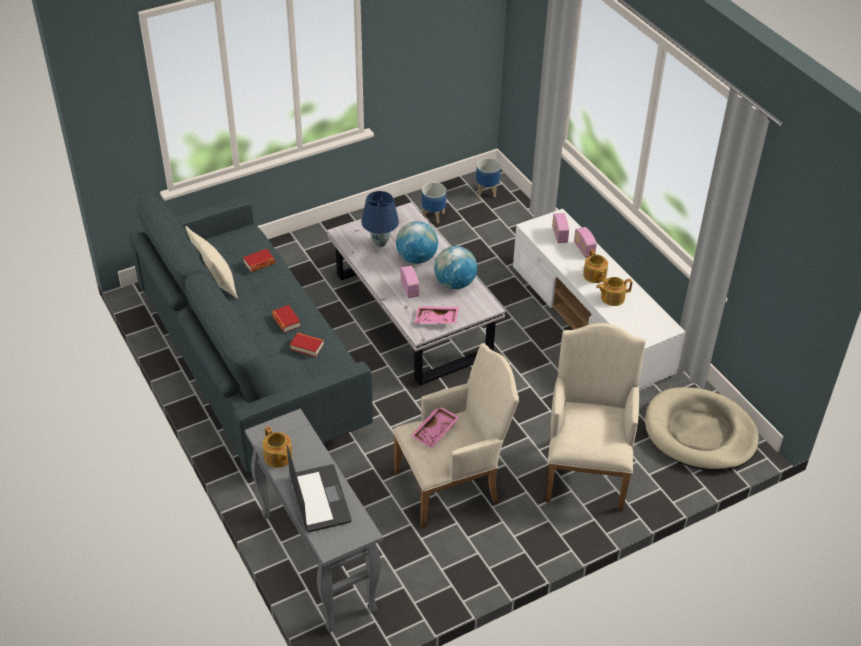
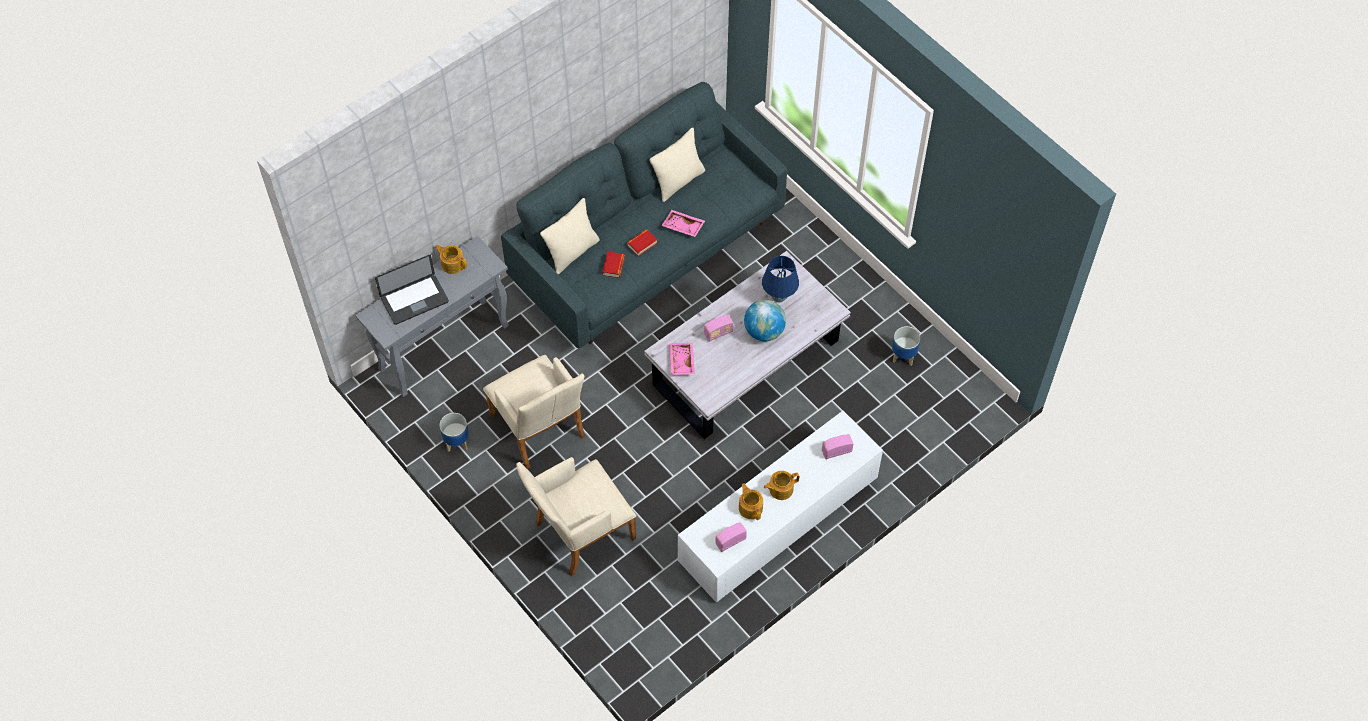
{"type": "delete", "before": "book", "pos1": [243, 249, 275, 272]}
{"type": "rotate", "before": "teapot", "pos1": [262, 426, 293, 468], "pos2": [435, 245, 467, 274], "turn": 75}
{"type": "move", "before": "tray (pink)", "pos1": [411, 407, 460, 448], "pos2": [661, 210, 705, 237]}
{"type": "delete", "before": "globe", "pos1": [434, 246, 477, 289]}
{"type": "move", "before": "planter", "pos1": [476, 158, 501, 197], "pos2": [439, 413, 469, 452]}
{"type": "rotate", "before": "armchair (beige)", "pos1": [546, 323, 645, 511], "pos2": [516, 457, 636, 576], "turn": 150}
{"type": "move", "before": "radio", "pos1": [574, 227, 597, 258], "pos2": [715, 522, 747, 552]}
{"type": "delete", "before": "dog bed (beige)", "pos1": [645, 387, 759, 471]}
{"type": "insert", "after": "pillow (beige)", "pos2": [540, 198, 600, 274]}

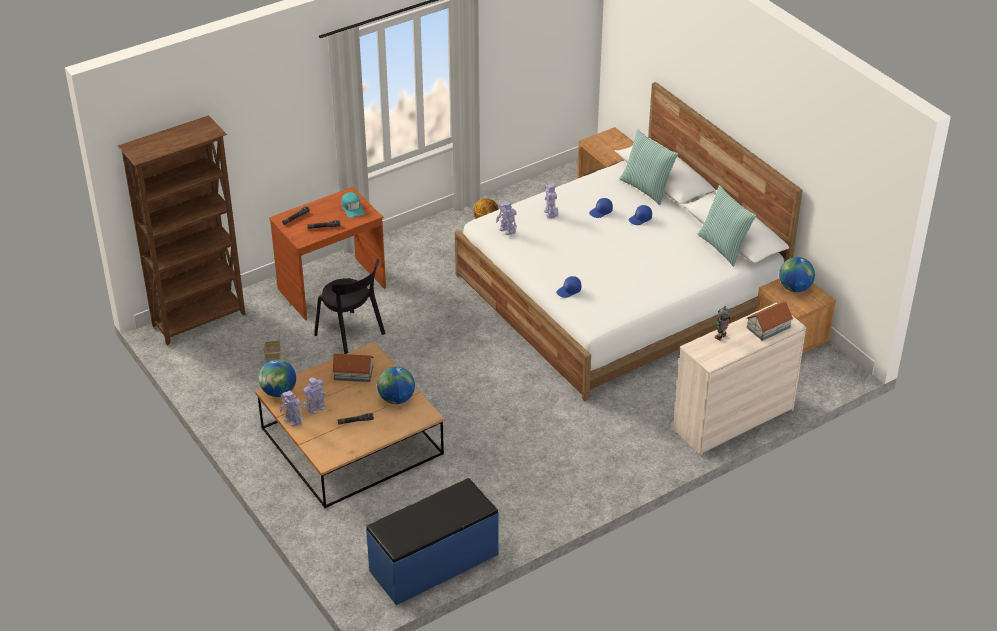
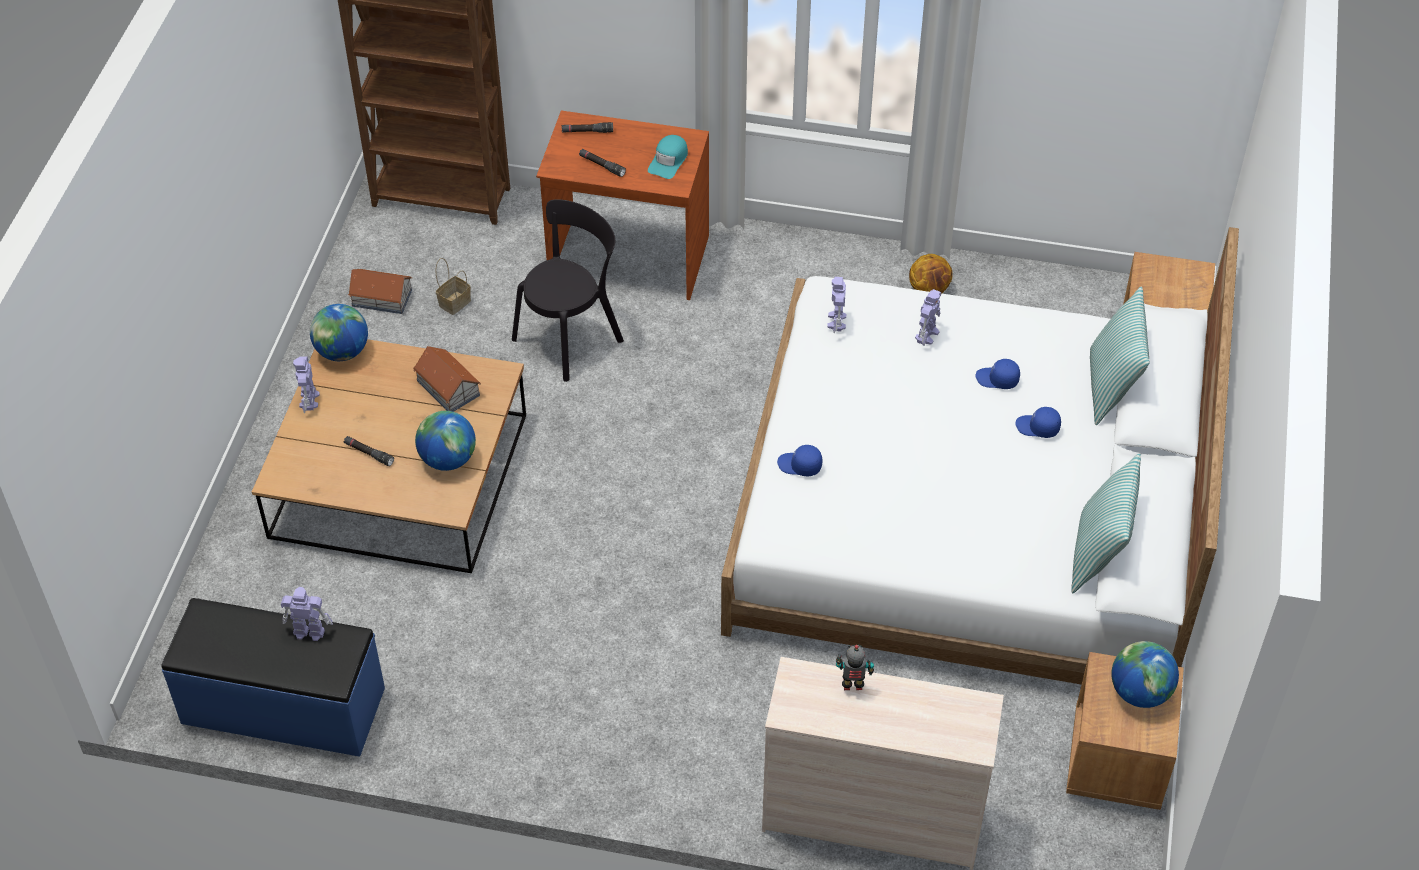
{"type": "move", "before": "toy robot", "pos1": [302, 378, 326, 414], "pos2": [281, 587, 333, 641]}
{"type": "rotate", "before": "chair (black)", "pos1": [314, 258, 385, 354], "pos2": [512, 199, 624, 382], "turn": -135}
{"type": "move", "before": "toy house", "pos1": [746, 302, 793, 341], "pos2": [348, 269, 412, 314]}

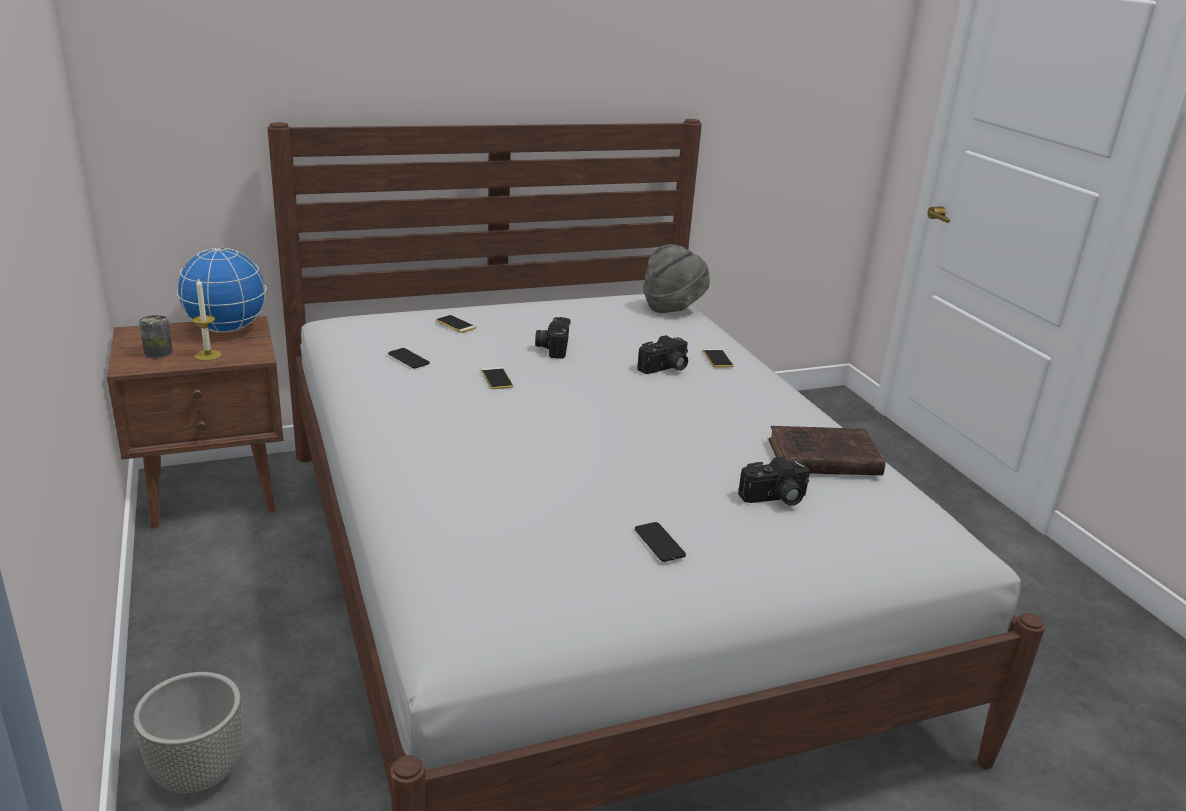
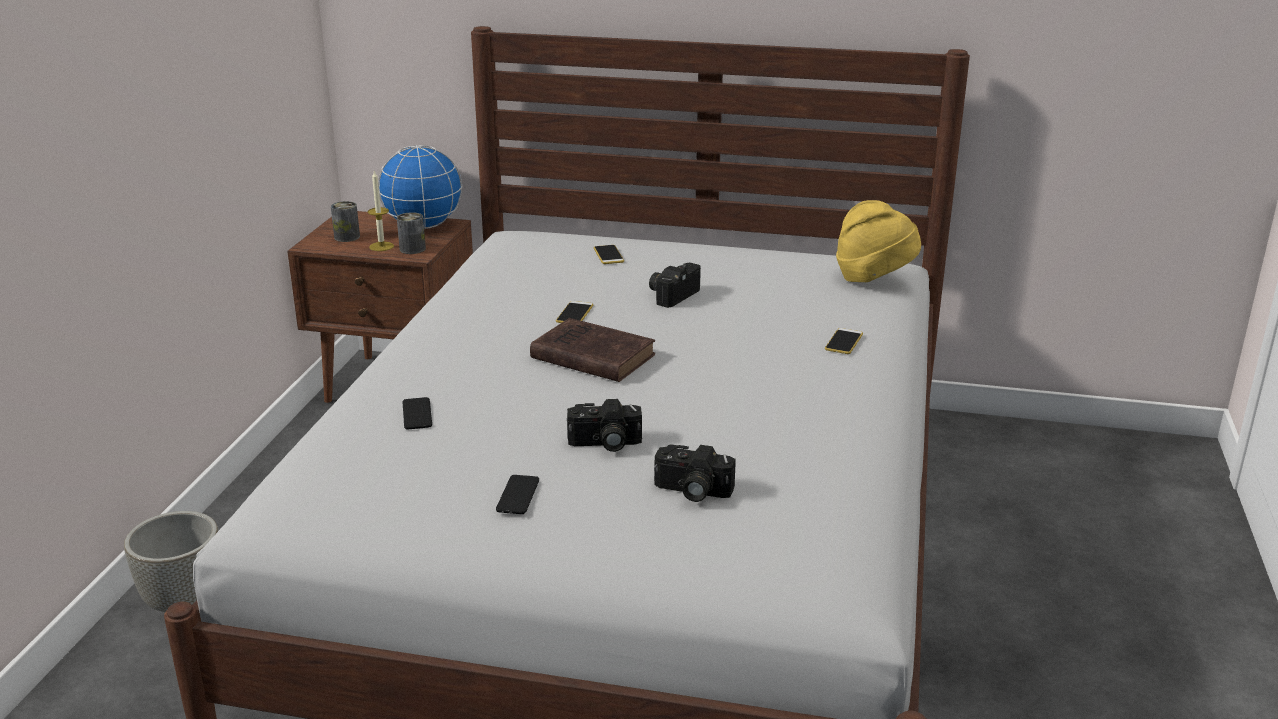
{"type": "move", "before": "phone", "pos1": [388, 348, 430, 369], "pos2": [403, 397, 432, 429]}
{"type": "move", "before": "photo camera", "pos1": [637, 335, 688, 374], "pos2": [567, 399, 642, 452]}
{"type": "recolor", "before": "hat (grey)", "after": "hat (yellow)", "pos1": [643, 244, 710, 313], "pos2": [836, 200, 921, 282]}
{"type": "move", "before": "book (brown)", "pos1": [769, 426, 885, 475], "pos2": [530, 318, 655, 382]}
{"type": "insert", "after": "can", "pos2": [397, 212, 426, 254]}

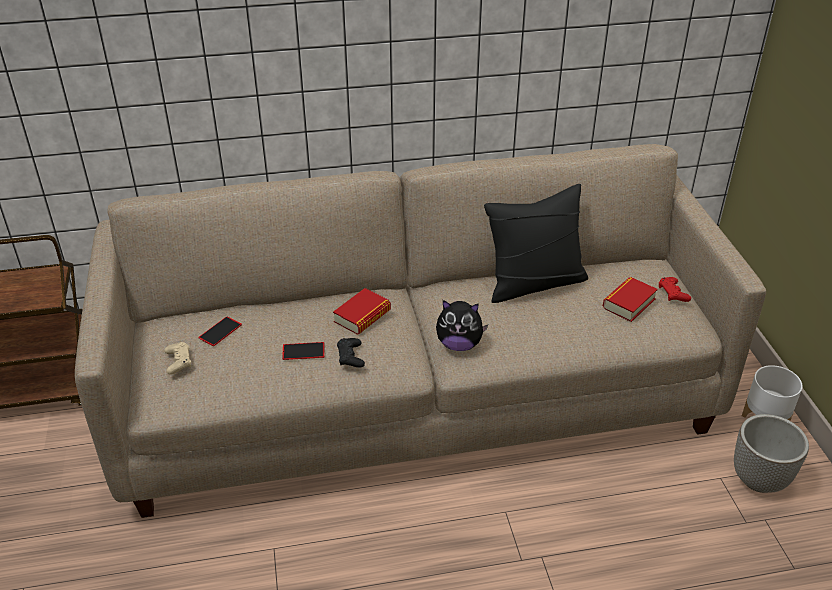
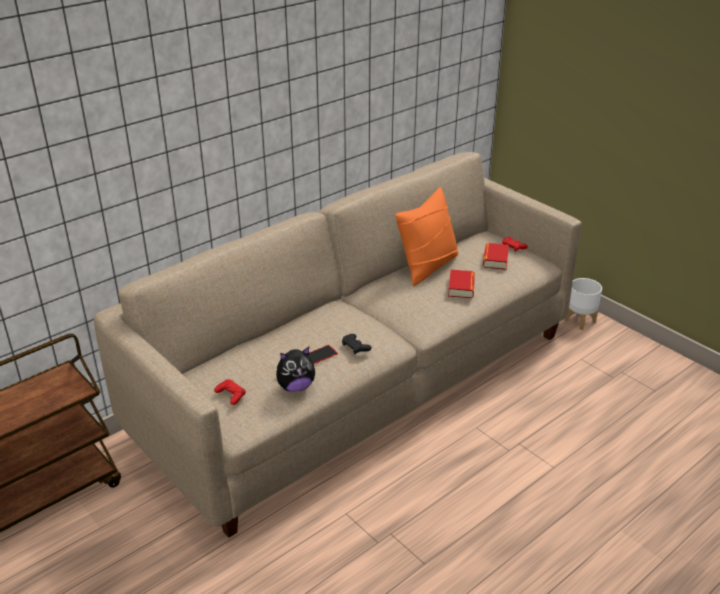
{"type": "recolor", "before": "game controller (beige)", "after": "game controller (red)", "pos1": [164, 342, 191, 375], "pos2": [214, 379, 246, 405]}
{"type": "delete", "before": "phone", "pos1": [198, 316, 242, 346]}
{"type": "move", "before": "book", "pos1": [333, 288, 391, 335], "pos2": [448, 270, 475, 298]}
{"type": "move", "before": "plush toy", "pos1": [436, 300, 488, 351], "pos2": [276, 347, 315, 392]}
{"type": "recolor", "before": "pillow (black)", "after": "pillow (orange)", "pos1": [484, 184, 588, 303], "pos2": [395, 187, 458, 286]}
{"type": "delete", "before": "planter", "pos1": [734, 414, 809, 493]}

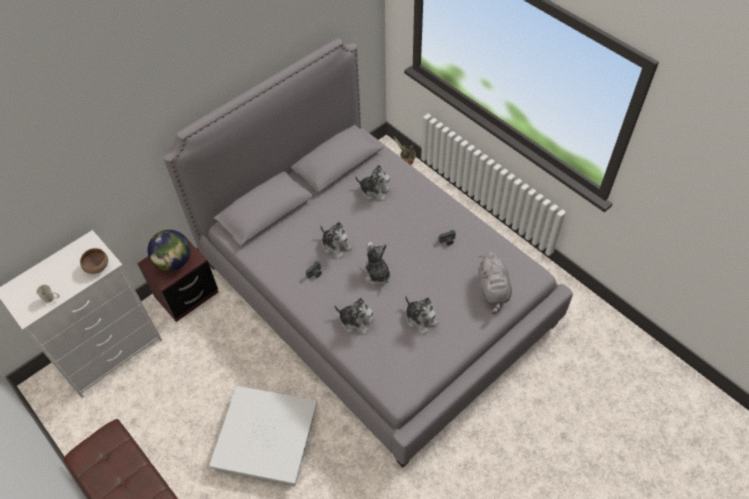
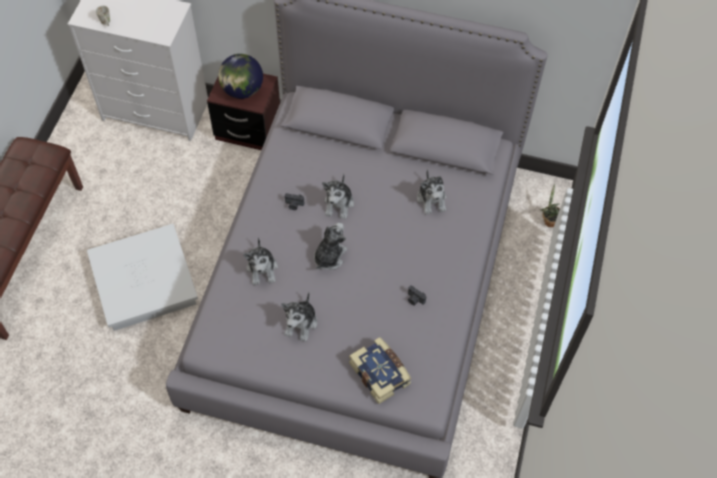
{"type": "delete", "before": "bowl (brown)", "pos1": [80, 248, 108, 274]}
{"type": "replace", "before": "plush toy (grey)", "after": "book", "pos1": [479, 252, 512, 314], "pos2": [349, 337, 411, 404]}

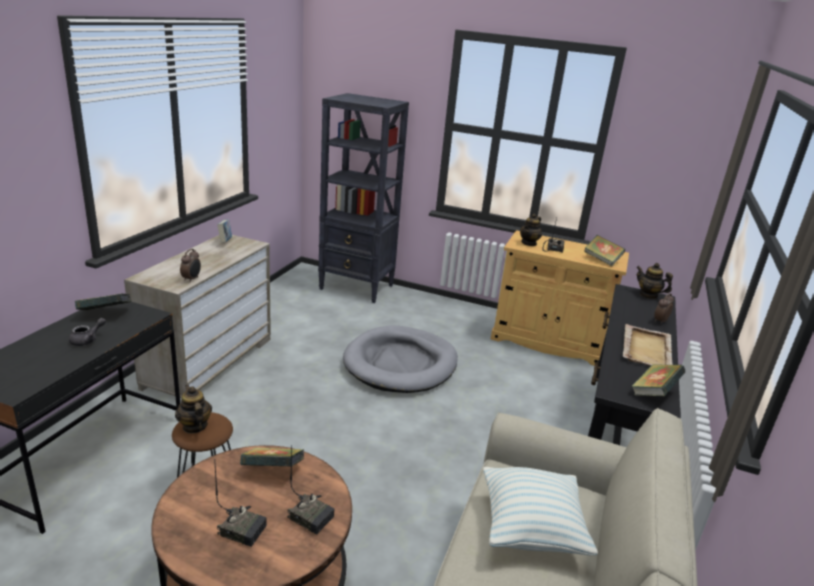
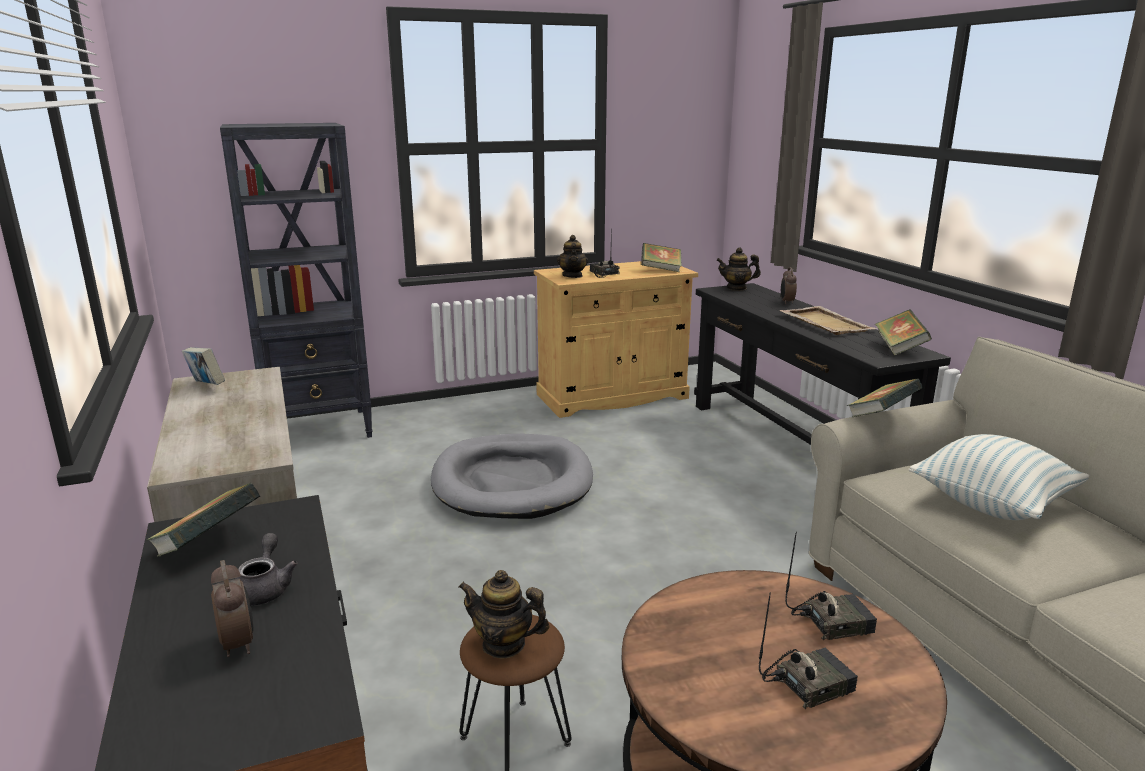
{"type": "move", "before": "alarm clock", "pos1": [180, 249, 201, 281], "pos2": [211, 560, 254, 657]}
{"type": "move", "before": "book", "pos1": [240, 447, 304, 466], "pos2": [847, 378, 923, 417]}

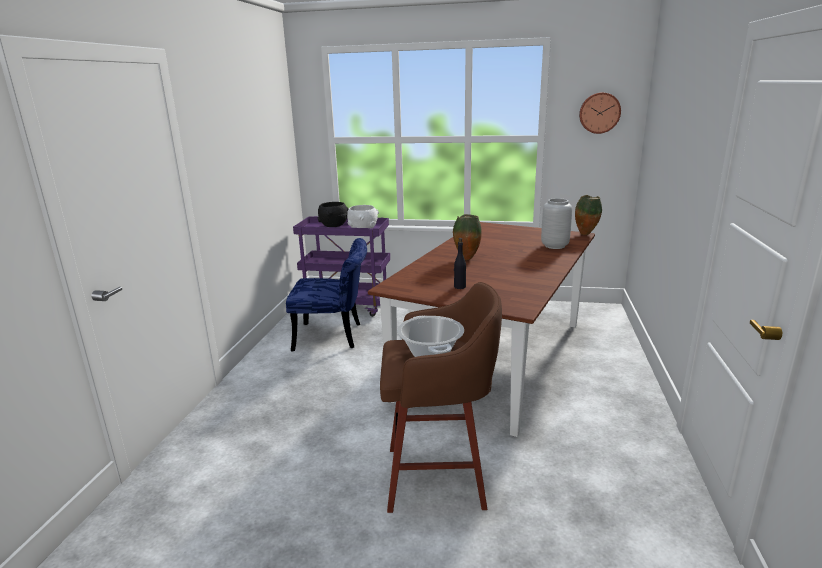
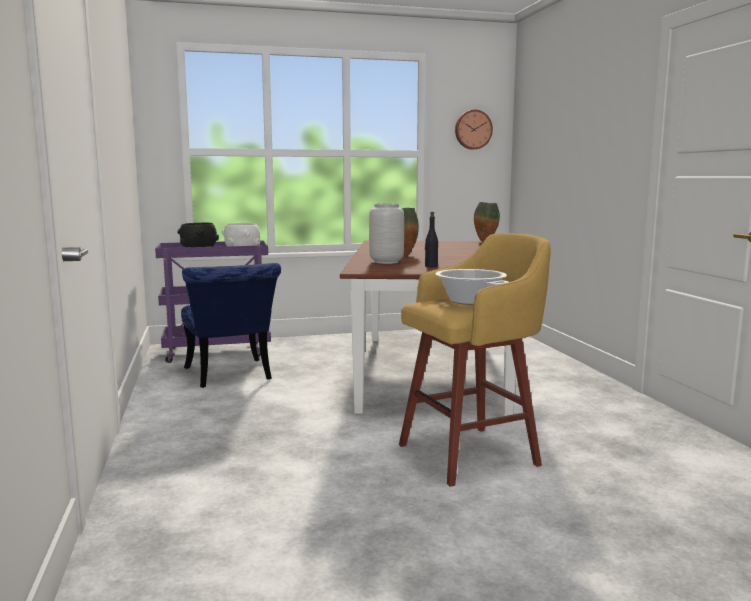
{"type": "rotate", "before": "chair (blue)", "pos1": [286, 238, 367, 352], "pos2": [181, 263, 281, 388], "turn": 90}
{"type": "recolor", "before": "stool (brown)", "after": "stool (yellow)", "pos1": [380, 282, 502, 513], "pos2": [399, 233, 551, 487]}
{"type": "move", "before": "vase (grey)", "pos1": [541, 198, 572, 249], "pos2": [369, 203, 404, 264]}

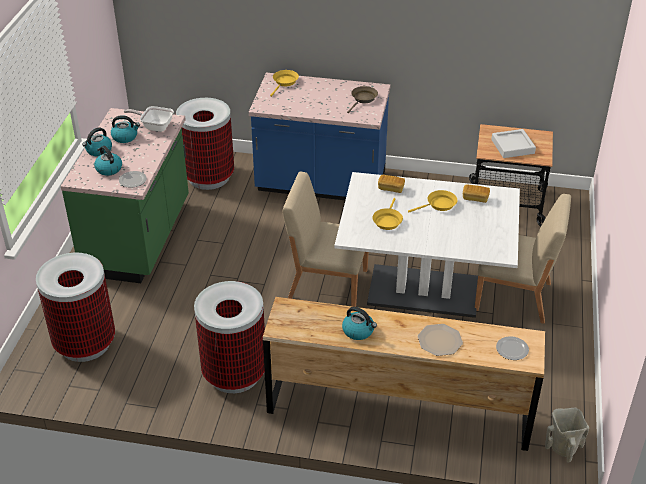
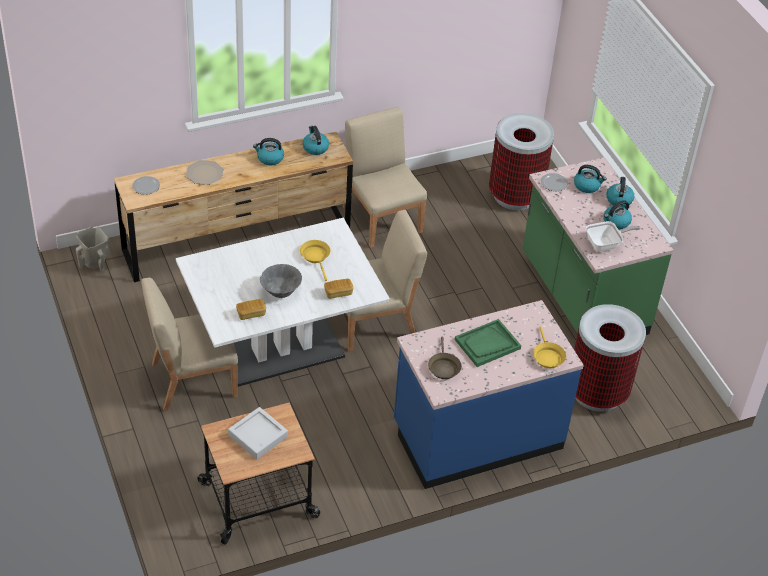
{"type": "replace", "before": "trash can", "after": "chair (beige)", "pos1": [194, 281, 265, 393], "pos2": [343, 107, 427, 248]}
{"type": "replace", "before": "frying pan (yellow)", "after": "bowl (grey)", "pos1": [408, 190, 457, 213], "pos2": [260, 264, 302, 298]}
{"type": "insert", "after": "kettle", "pos2": [302, 126, 329, 155]}
{"type": "insert", "after": "tray (green)", "pos2": [455, 319, 521, 367]}

